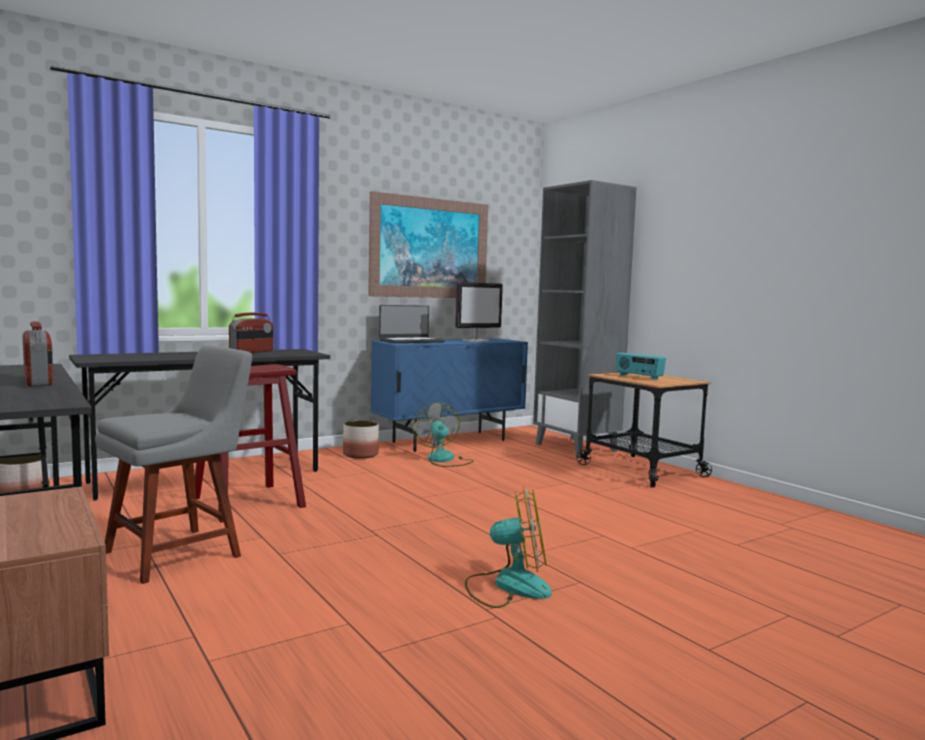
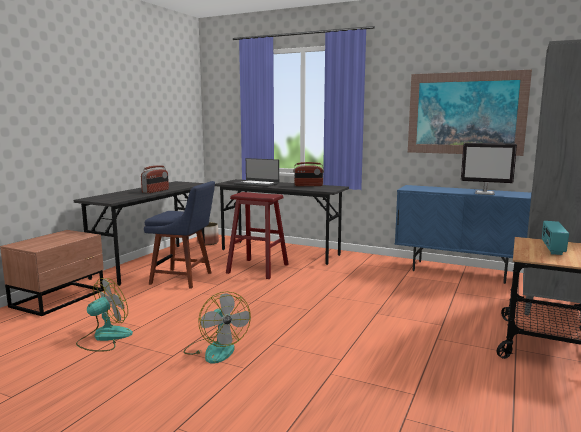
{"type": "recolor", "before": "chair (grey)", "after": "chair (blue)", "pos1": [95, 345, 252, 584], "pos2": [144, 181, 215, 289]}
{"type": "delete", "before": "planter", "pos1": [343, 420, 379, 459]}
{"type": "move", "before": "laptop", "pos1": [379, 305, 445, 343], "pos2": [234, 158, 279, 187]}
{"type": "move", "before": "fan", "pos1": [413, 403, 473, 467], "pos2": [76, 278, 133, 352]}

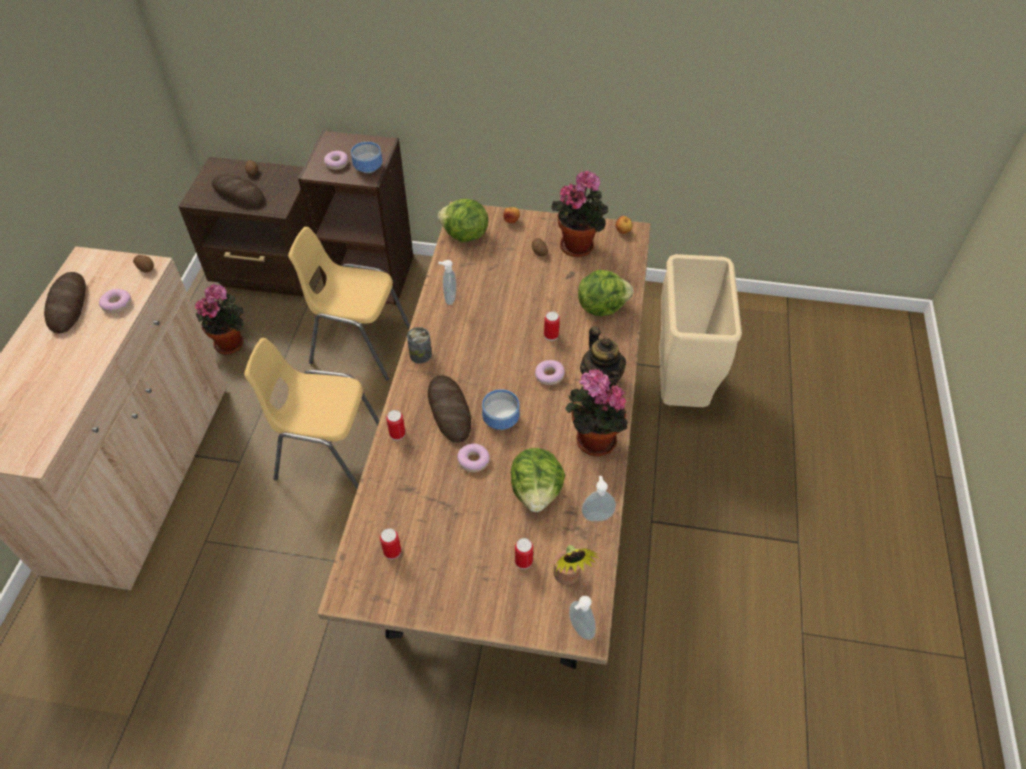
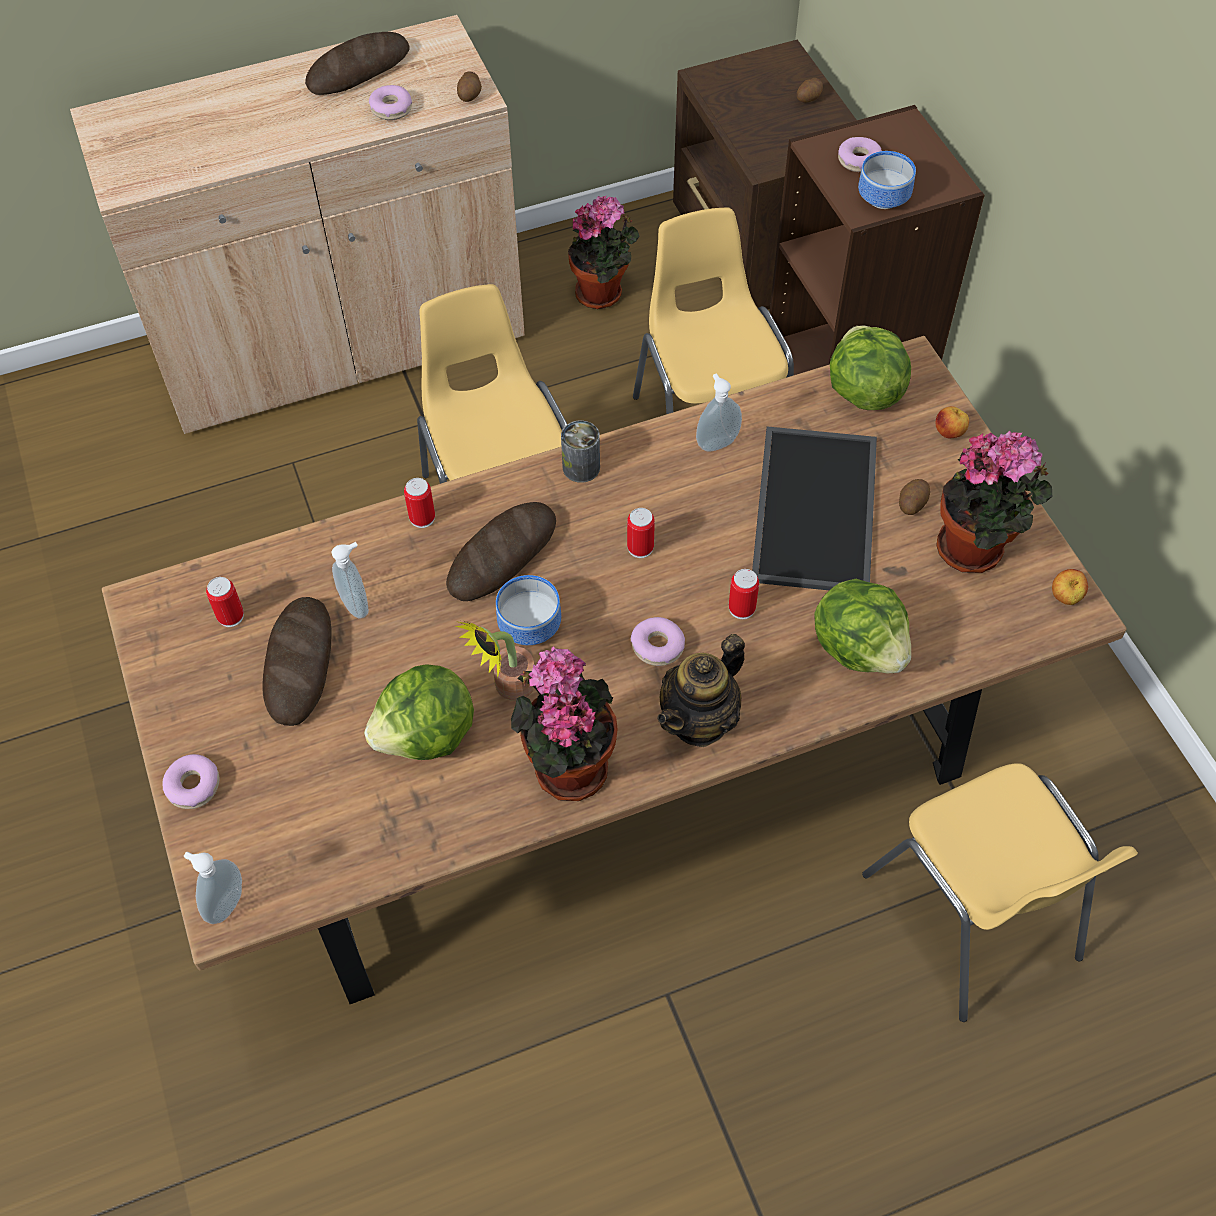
{"type": "move", "before": "bread", "pos1": [212, 174, 264, 206], "pos2": [263, 597, 332, 726]}
{"type": "move", "before": "donut", "pos1": [457, 443, 489, 472], "pos2": [163, 754, 220, 809]}
{"type": "move", "before": "can", "pos1": [515, 538, 533, 569], "pos2": [627, 508, 655, 558]}
{"type": "move", "before": "potted plant", "pos1": [554, 545, 600, 585], "pos2": [455, 621, 534, 701]}
{"type": "move", "before": "soap dispenser", "pos1": [582, 476, 616, 521], "pos2": [331, 542, 369, 619]}
{"type": "replace", "before": "trash can (beige)", "after": "chair (yellow)", "pos1": [659, 254, 742, 407], "pos2": [862, 763, 1138, 1022]}
{"type": "insert", "after": "tray", "pos2": [752, 426, 877, 590]}

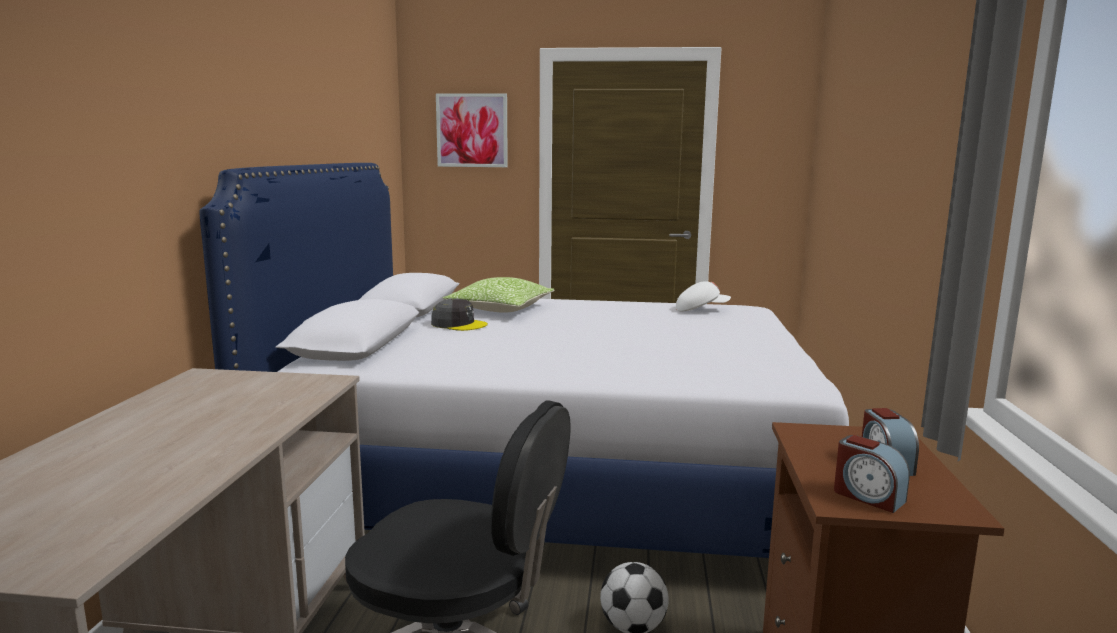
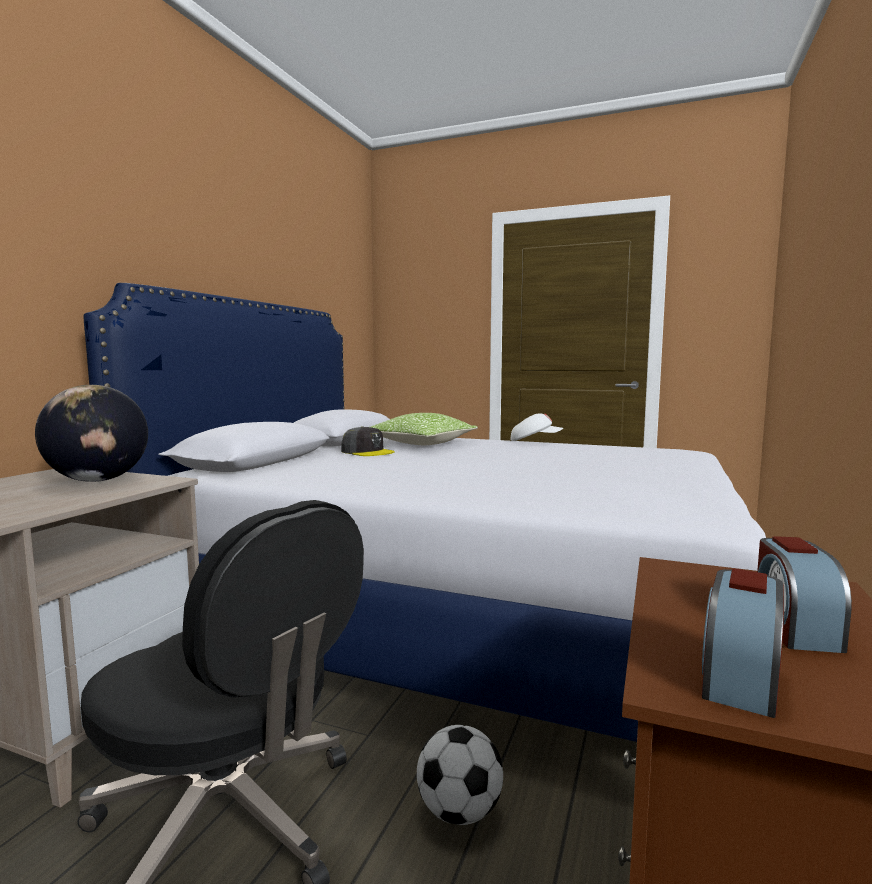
{"type": "delete", "before": "picture", "pos1": [436, 94, 508, 167]}
{"type": "move", "before": "cap (white)", "pos1": [676, 281, 731, 312], "pos2": [511, 413, 563, 441]}
{"type": "rotate", "before": "alarm clock", "pos1": [834, 435, 910, 513], "pos2": [702, 569, 784, 718], "turn": 60}
{"type": "insert", "after": "globe", "pos2": [35, 385, 148, 482]}

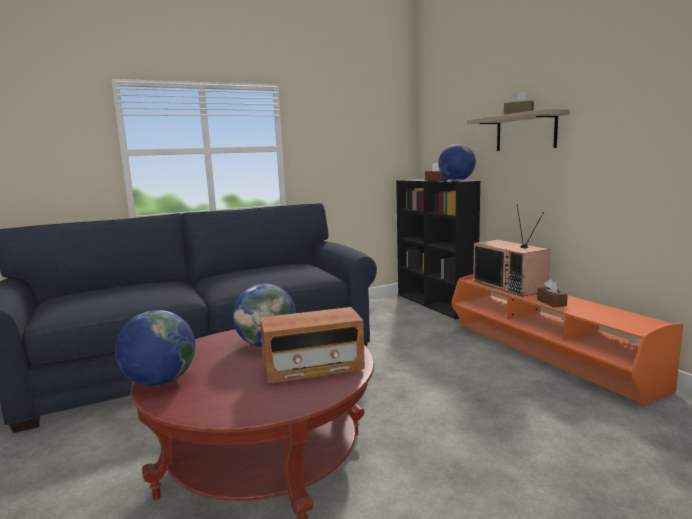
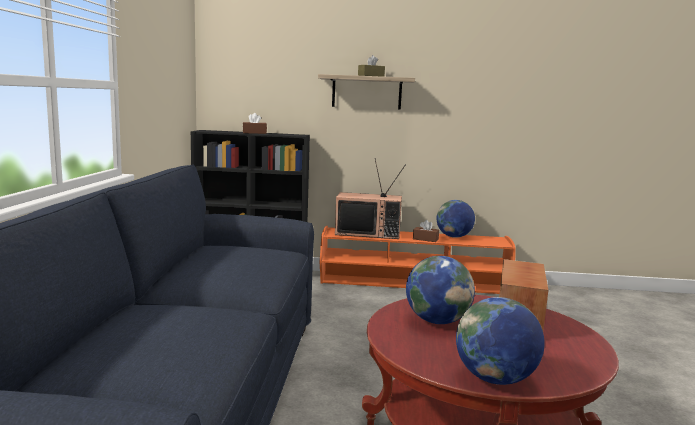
{"type": "move", "before": "globe", "pos1": [438, 144, 476, 181], "pos2": [437, 200, 475, 238]}

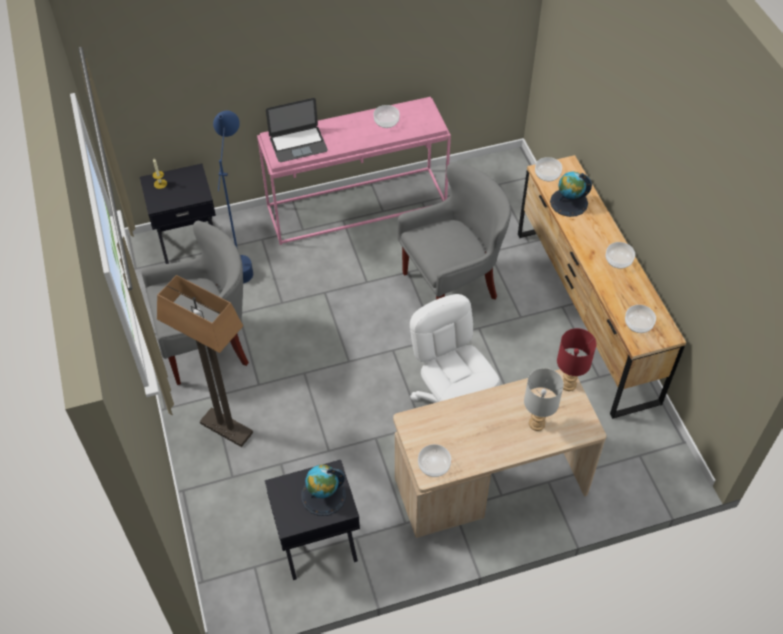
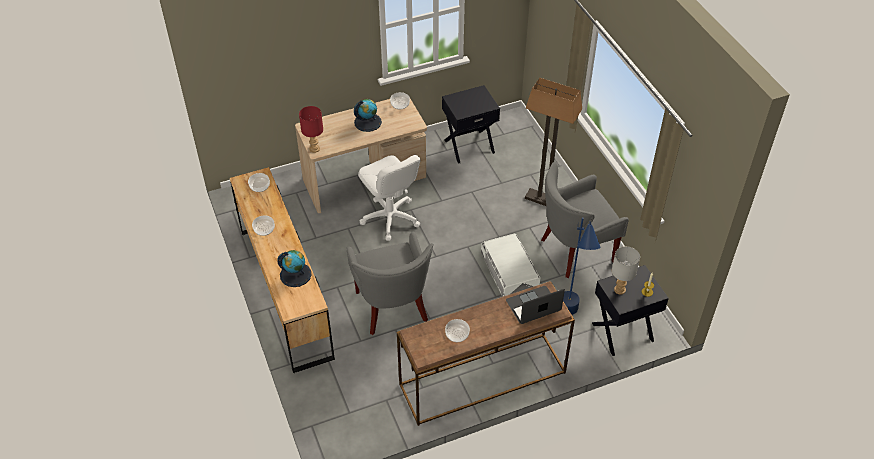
{"type": "recolor", "before": "console table (pink)", "after": "console table (brown)", "pos1": [257, 97, 451, 245], "pos2": [397, 281, 575, 426]}
{"type": "move", "before": "globe", "pos1": [301, 465, 346, 516], "pos2": [354, 99, 382, 132]}
{"type": "rotate", "before": "armchair (grey)", "pos1": [398, 162, 511, 300], "pos2": [346, 232, 434, 335], "turn": -75}
{"type": "move", "before": "table lamp (grey)", "pos1": [524, 368, 564, 431], "pos2": [612, 246, 640, 295]}
{"type": "delete", "before": "bowl", "pos1": [535, 157, 562, 181]}
{"type": "insert", "after": "storage box (white)", "pos2": [481, 234, 540, 297]}

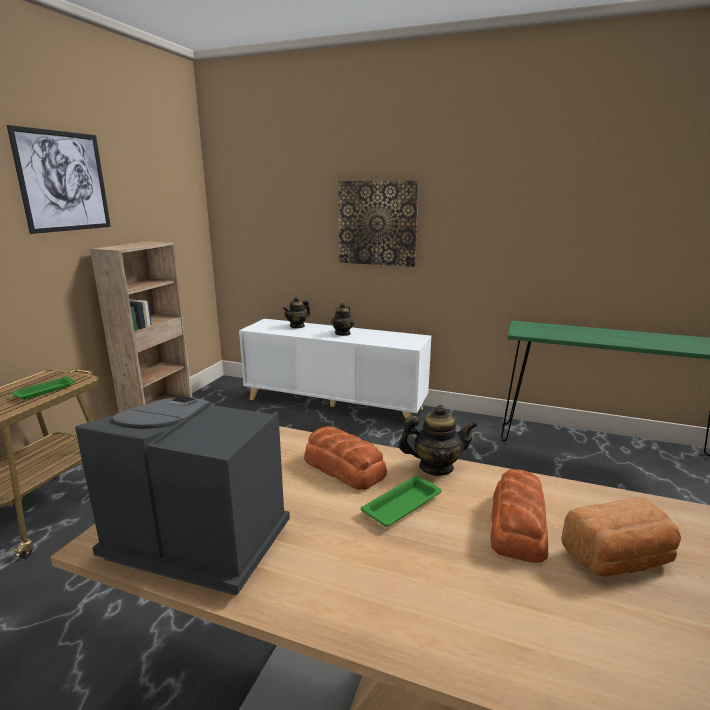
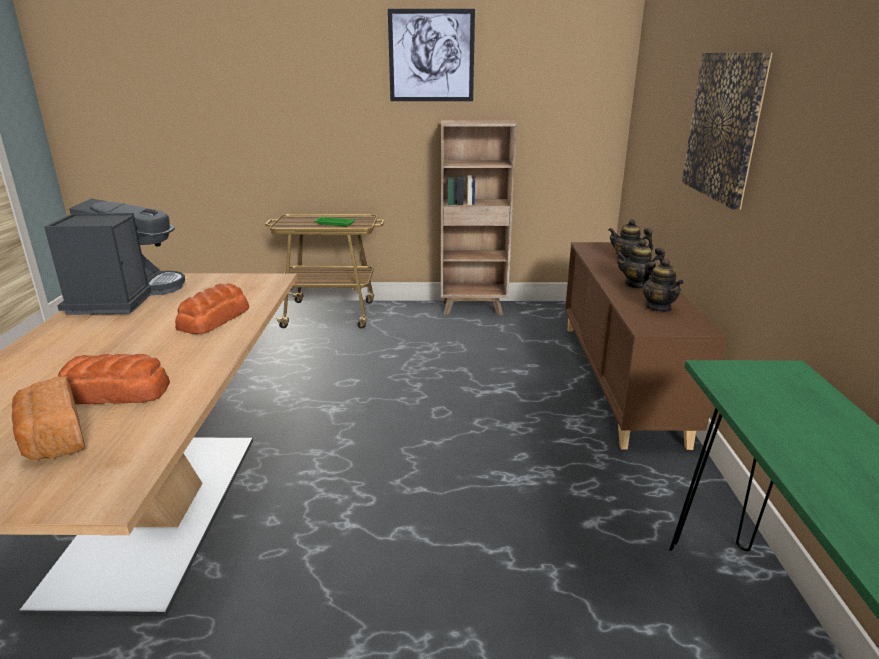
{"type": "recolor", "before": "cabinet (white)", "after": "cabinet (brown)", "pos1": [239, 319, 431, 419], "pos2": [565, 242, 726, 450]}
{"type": "delete", "before": "tray (green)", "pos1": [361, 476, 442, 527]}
{"type": "move", "before": "teapot", "pos1": [399, 404, 478, 476], "pos2": [642, 259, 684, 312]}

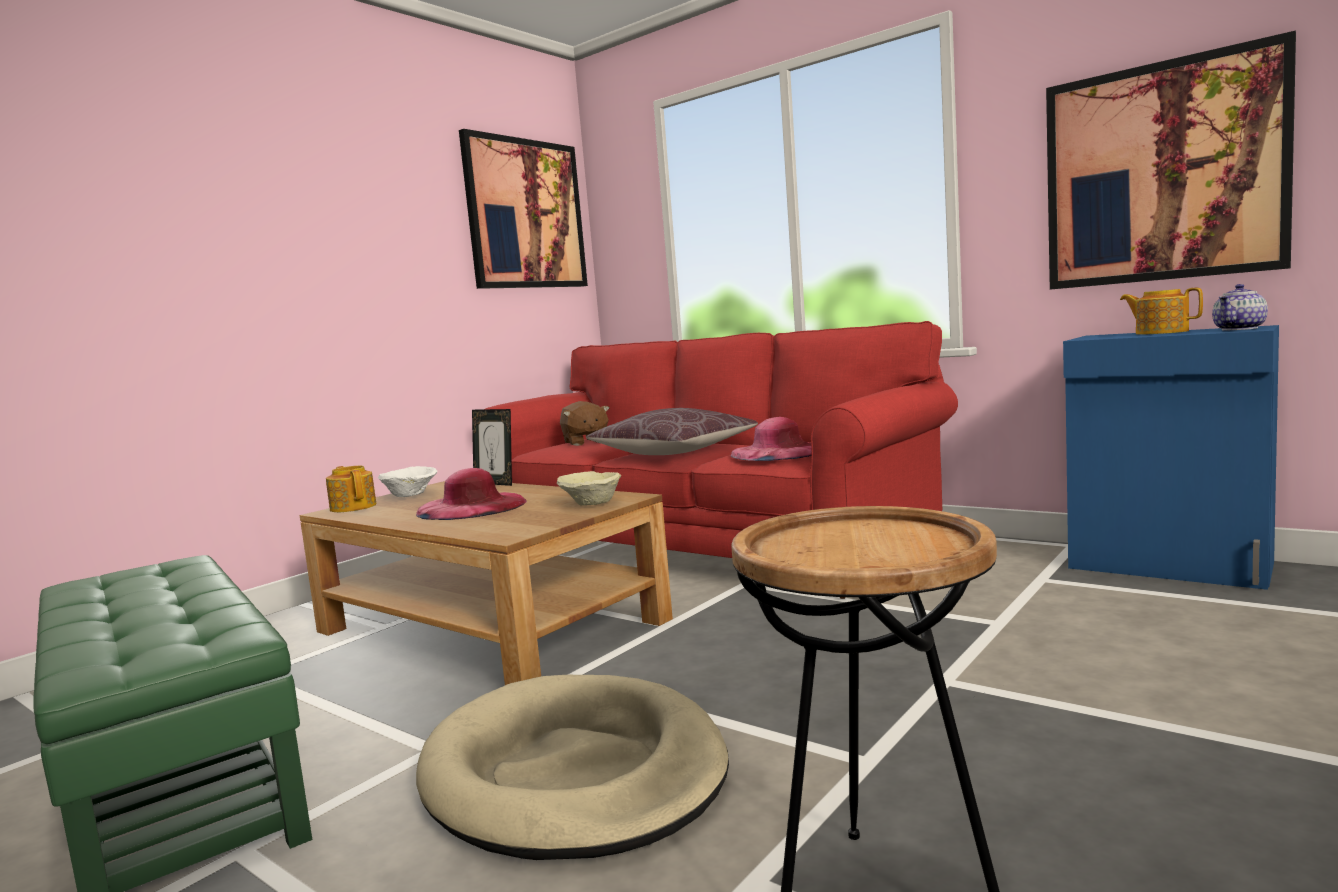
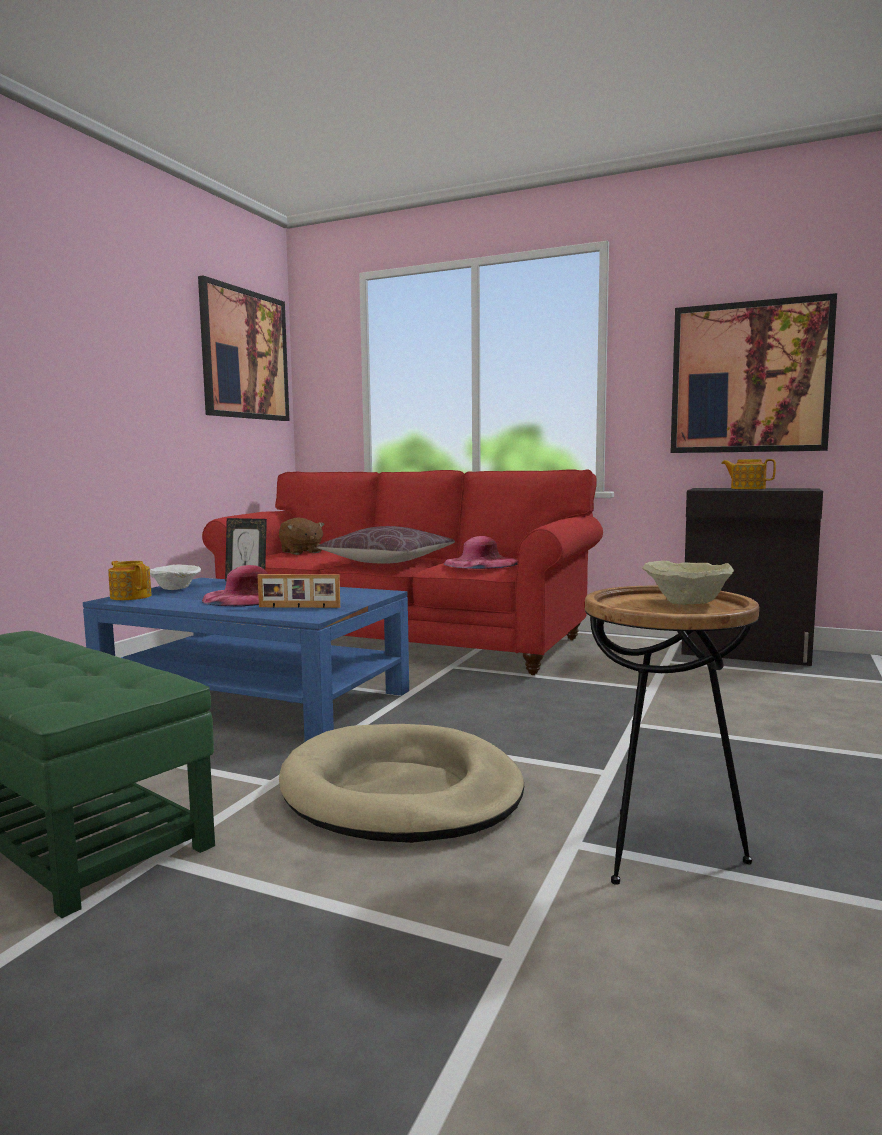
{"type": "recolor", "before": "coffee table (brown)", "after": "coffee table (blue)", "pos1": [300, 481, 673, 685], "pos2": [83, 578, 409, 742]}
{"type": "move", "before": "bowl (beige)", "pos1": [557, 471, 621, 506], "pos2": [643, 561, 734, 605]}
{"type": "recolor", "before": "cabinet (blue)", "after": "cabinet (black)", "pos1": [1063, 325, 1279, 590], "pos2": [681, 488, 823, 666]}
{"type": "delete", "before": "teapot", "pos1": [1212, 284, 1268, 330]}
{"type": "insert", "after": "picture frame", "pos2": [257, 574, 340, 608]}

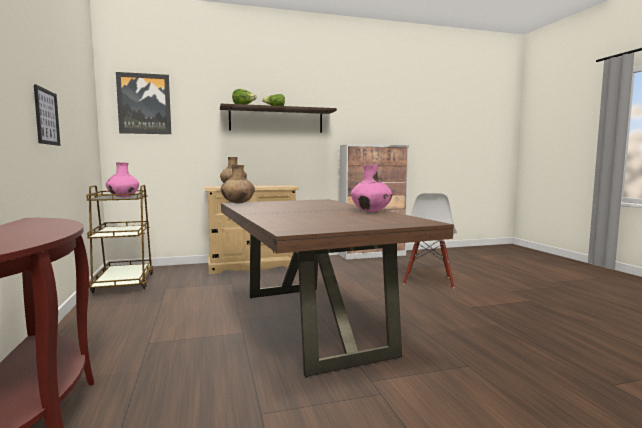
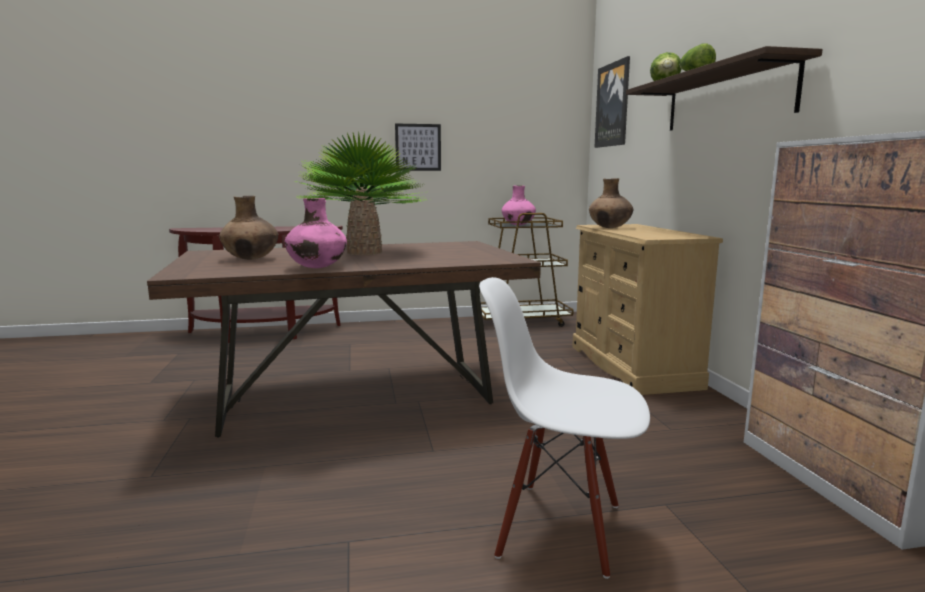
{"type": "move", "before": "vase (brown)", "pos1": [221, 165, 255, 204], "pos2": [219, 196, 278, 260]}
{"type": "insert", "after": "potted plant", "pos2": [295, 132, 427, 255]}

